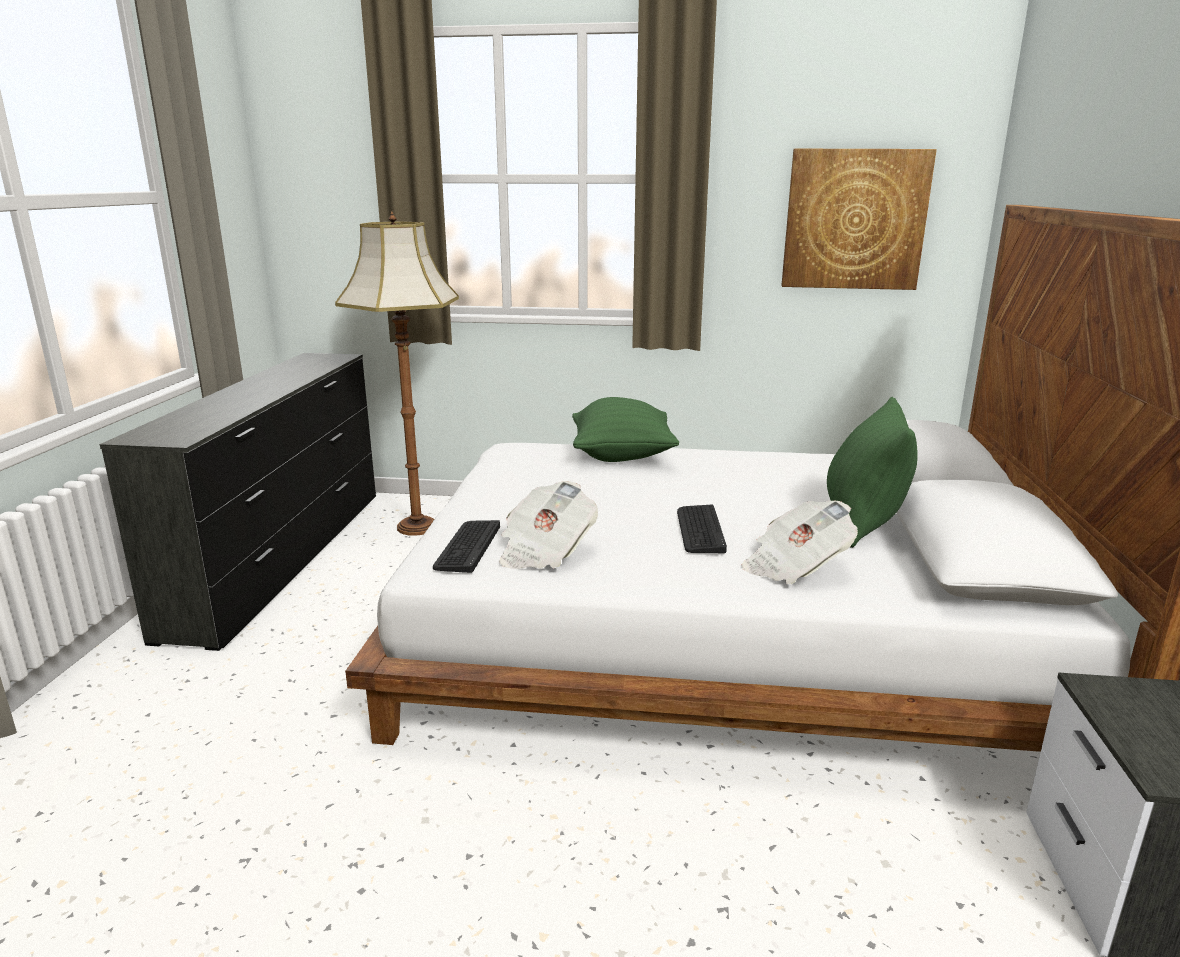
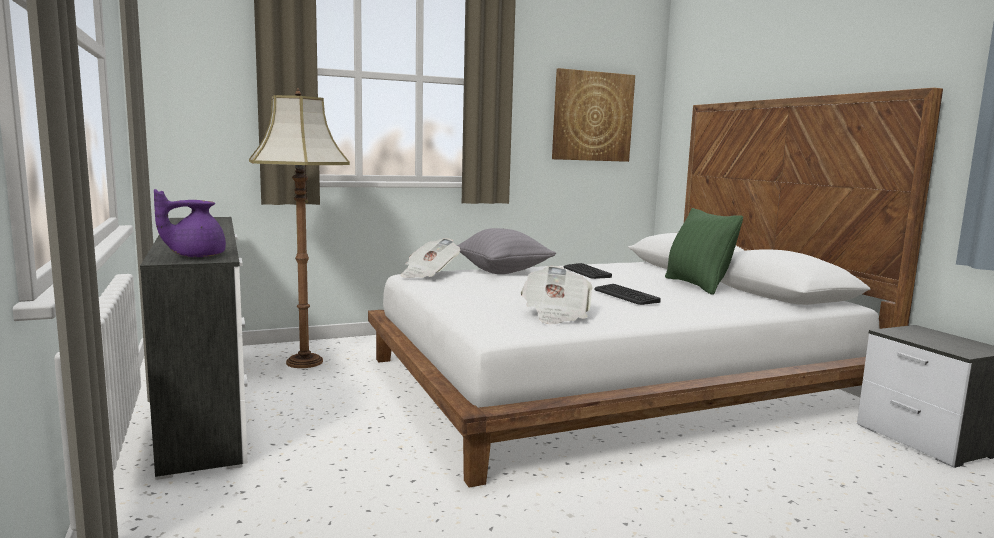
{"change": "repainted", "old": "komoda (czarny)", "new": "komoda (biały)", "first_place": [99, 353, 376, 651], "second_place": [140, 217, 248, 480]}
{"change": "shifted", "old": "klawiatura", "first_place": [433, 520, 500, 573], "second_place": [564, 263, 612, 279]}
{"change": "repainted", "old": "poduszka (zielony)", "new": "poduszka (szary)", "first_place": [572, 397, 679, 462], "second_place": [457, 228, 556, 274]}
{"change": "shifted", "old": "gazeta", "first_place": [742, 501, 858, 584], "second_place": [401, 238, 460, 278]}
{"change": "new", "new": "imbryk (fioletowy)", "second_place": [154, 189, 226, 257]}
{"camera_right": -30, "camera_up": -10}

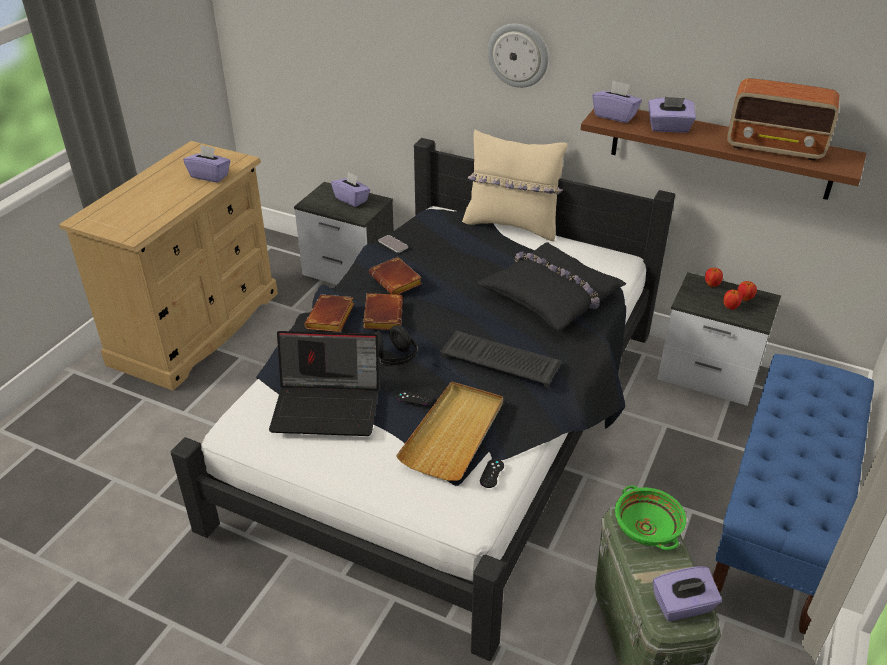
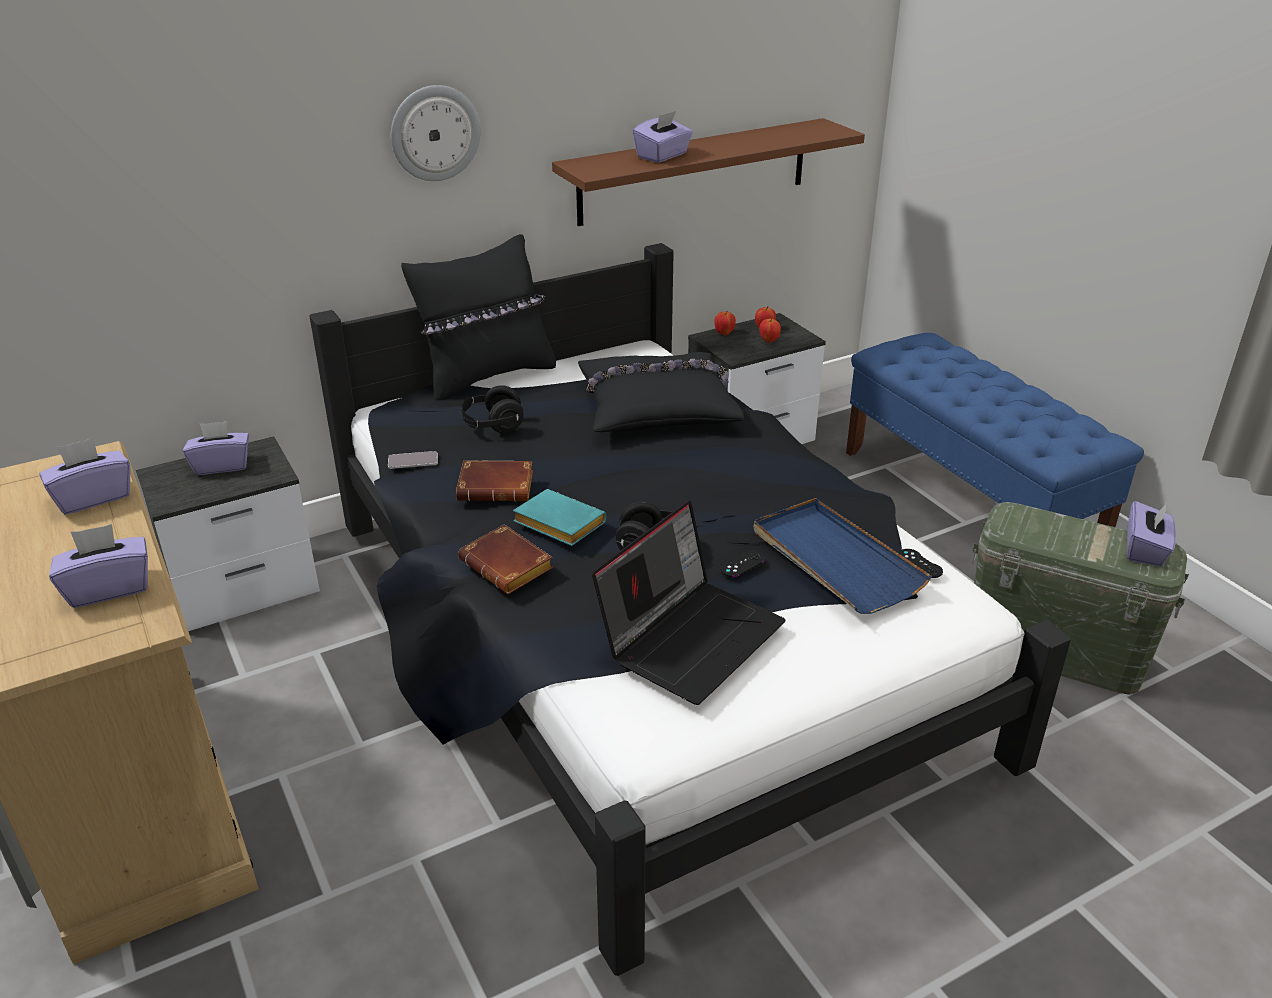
{"change": "repainted", "old": "książka (brązowy)", "new": "książka (turkusowy)", "first_place": [363, 293, 403, 330], "second_place": [513, 489, 606, 546]}
{"change": "repainted", "old": "taca (beżowy)", "new": "taca (niebieski)", "first_place": [396, 381, 503, 481], "second_place": [754, 498, 932, 614]}
{"change": "gone", "old": "klawiatura", "first_place": [440, 331, 562, 388]}
{"change": "repainted", "old": "poduszka (beżowy)", "new": "poduszka (czarny)", "first_place": [462, 129, 568, 241], "second_place": [401, 234, 556, 400]}
{"change": "shifted", "old": "pudełko chusteczek (fioletowy)", "first_place": [592, 81, 642, 123], "second_place": [49, 524, 148, 608]}
{"change": "gone", "old": "miska (zielony)", "first_place": [615, 485, 686, 550]}
{"change": "gone", "old": "radio", "first_place": [727, 78, 839, 161]}
{"change": "new", "new": "słuchawki (czarny)", "second_place": [459, 385, 523, 433]}
{"camera_right": -55, "camera_up": -5}

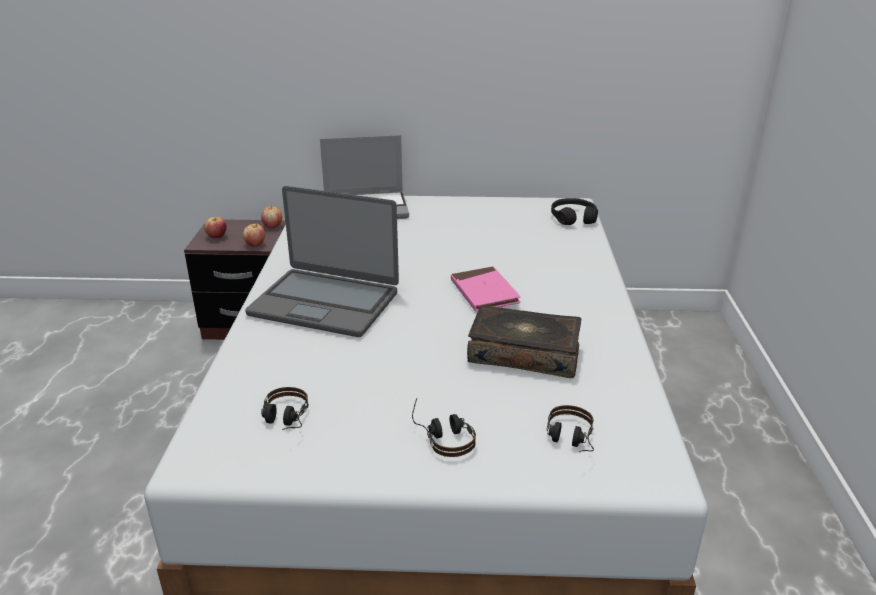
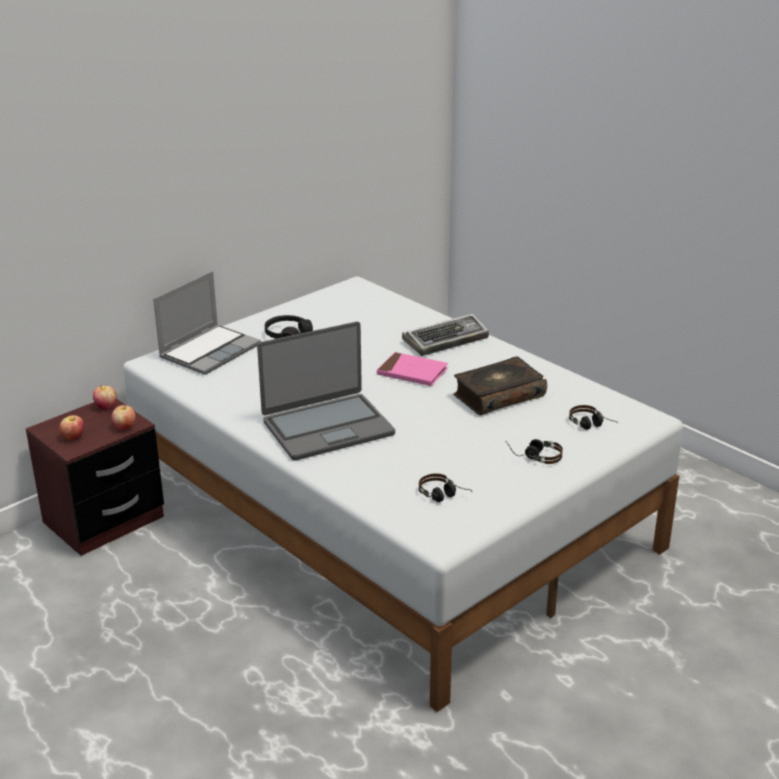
{"change": "shifted", "old": "słuchawki (czarny)", "first_place": [551, 198, 598, 225], "second_place": [265, 315, 313, 339]}
{"change": "new", "new": "klawiatura", "second_place": [402, 314, 489, 356]}
{"camera_right": -45, "camera_up": 0}

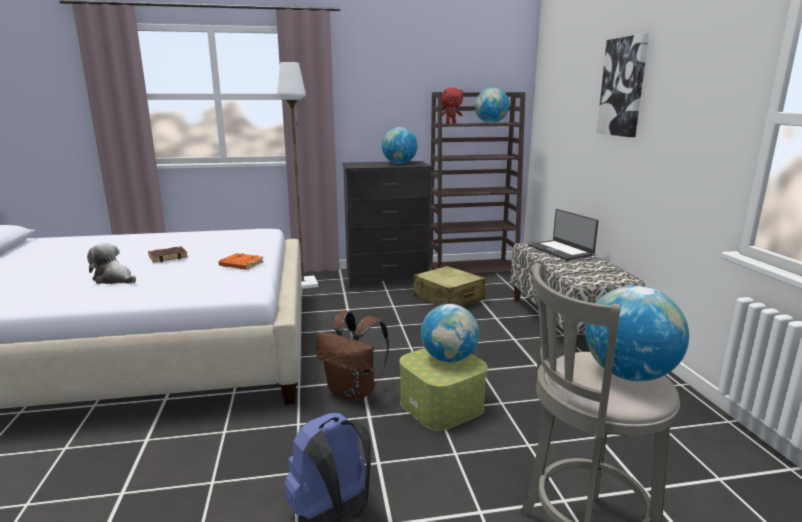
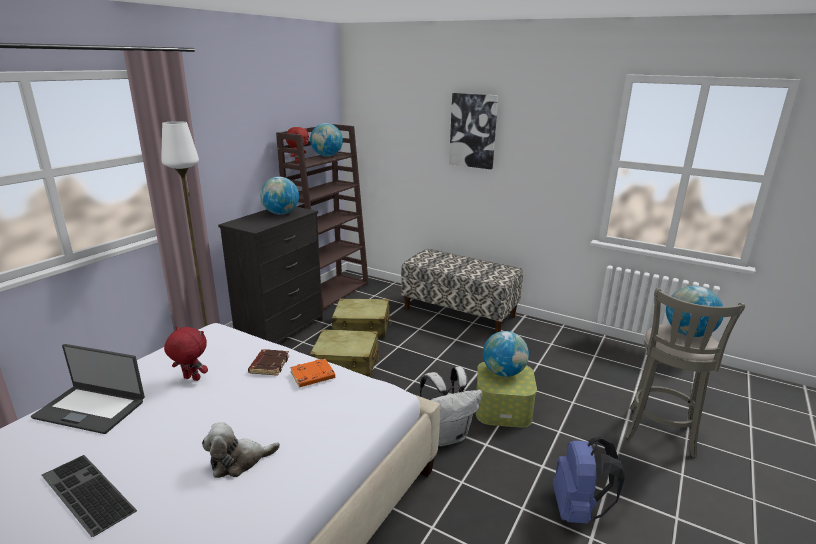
{"change": "shifted", "old": "książka (brązowy)", "first_place": [148, 247, 188, 263], "second_place": [248, 349, 289, 376]}
{"change": "repainted", "old": "plecak (brązowy)", "new": "plecak (biały)", "first_place": [316, 311, 389, 402], "second_place": [420, 367, 482, 446]}
{"change": "shifted", "old": "laptop", "first_place": [528, 209, 599, 260], "second_place": [31, 344, 145, 434]}
{"change": "new", "new": "klawiatura", "second_place": [42, 455, 137, 537]}
{"change": "new", "new": "pluszak (czerwony)", "second_place": [164, 326, 208, 381]}
{"change": "new", "new": "walizka (beżowy)", "second_place": [309, 329, 379, 377]}
{"camera_right": -50, "camera_up": 5}

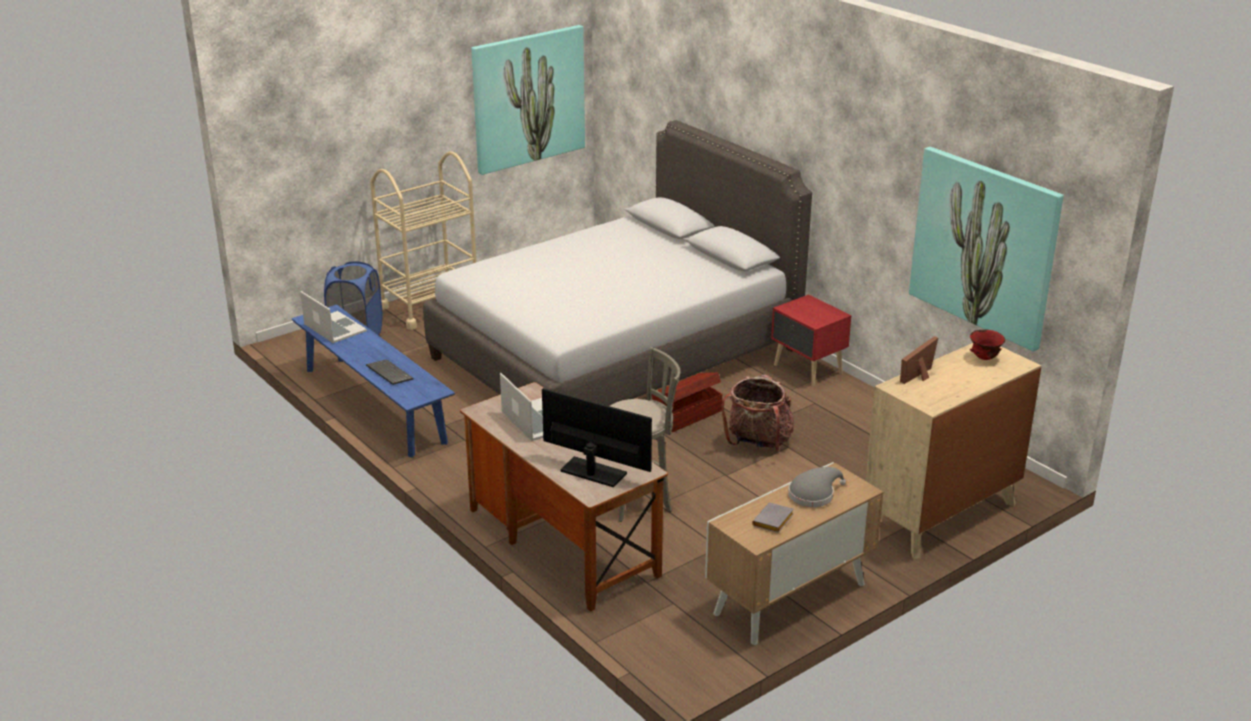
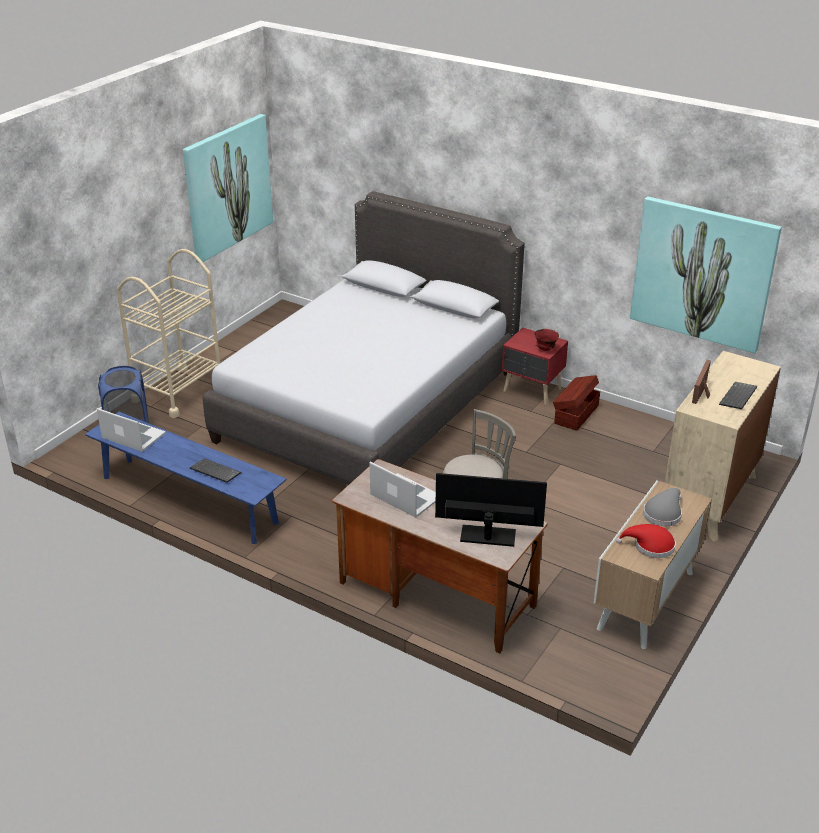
{"change": "shifted", "old": "pojemnik do przechowywania (brązowy)", "first_place": [652, 373, 722, 432], "second_place": [553, 375, 600, 431]}
{"change": "gone", "old": "plecak", "first_place": [721, 374, 794, 453]}
{"change": "swapped", "old": "książka (szary)", "new": "kapelusz (czerwony)", "first_place": [752, 502, 794, 533], "second_place": [616, 524, 676, 558]}
{"change": "shifted", "old": "miska (czerwony)", "first_place": [970, 330, 1005, 360], "second_place": [534, 329, 559, 351]}
{"change": "new", "new": "klawiatura", "second_place": [719, 382, 757, 409]}
{"camera_right": -20, "camera_up": 5}

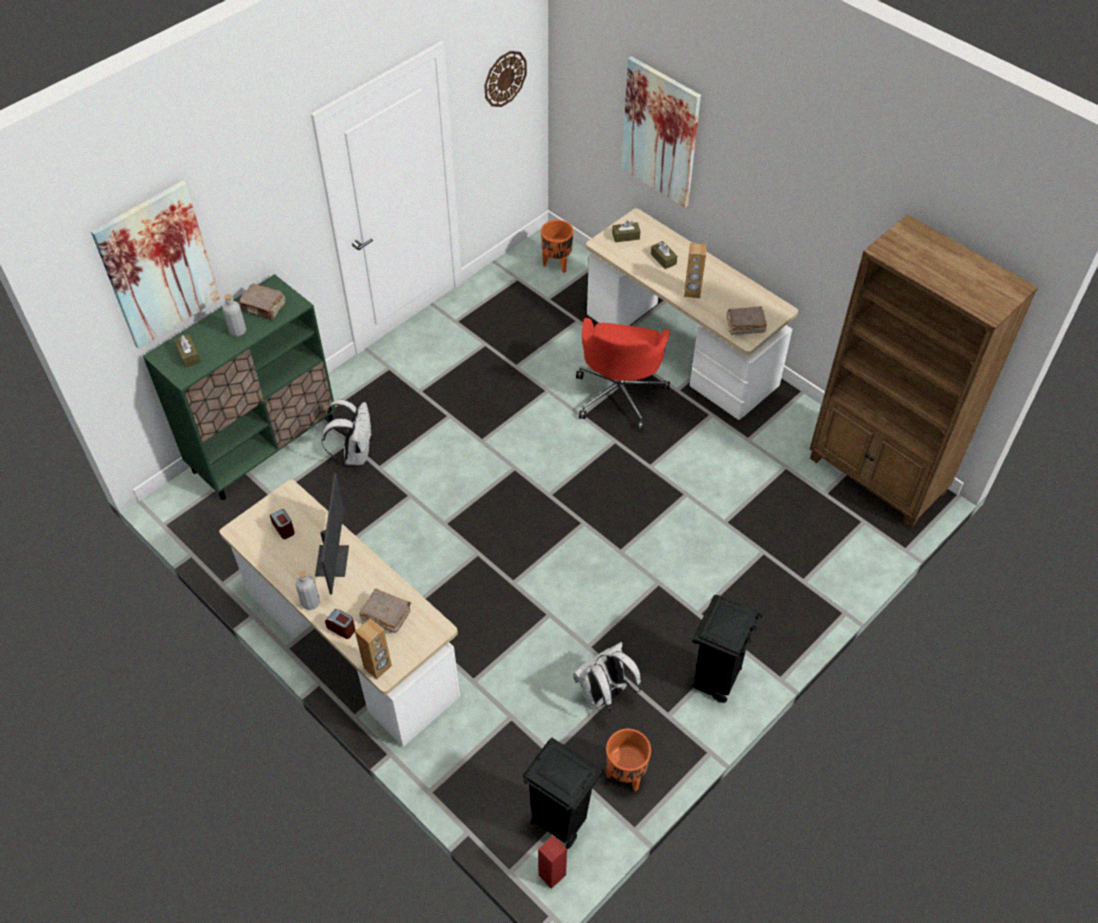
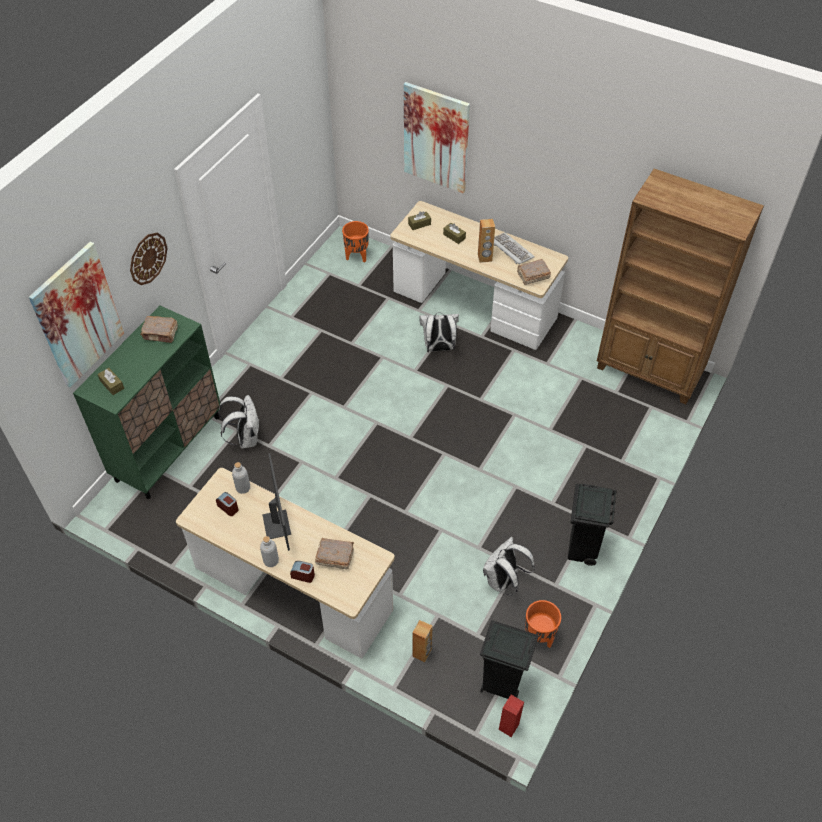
{"change": "shifted", "old": "butelka (szary)", "first_place": [222, 294, 246, 337], "second_place": [232, 462, 250, 494]}
{"change": "shifted", "old": "głośnik (brązowy)", "first_place": [355, 618, 392, 679], "second_place": [412, 620, 433, 662]}
{"change": "shifted", "old": "zegar ścienny", "first_place": [485, 51, 527, 107], "second_place": [130, 233, 168, 285]}
{"change": "swapped", "old": "krzesło biurowe (czerwony)", "new": "plecak (biały)", "first_place": [576, 318, 670, 430], "second_place": [419, 312, 459, 352]}
{"change": "new", "new": "klawiatura", "second_place": [494, 232, 534, 264]}
{"camera_right": -15, "camera_up": 0}

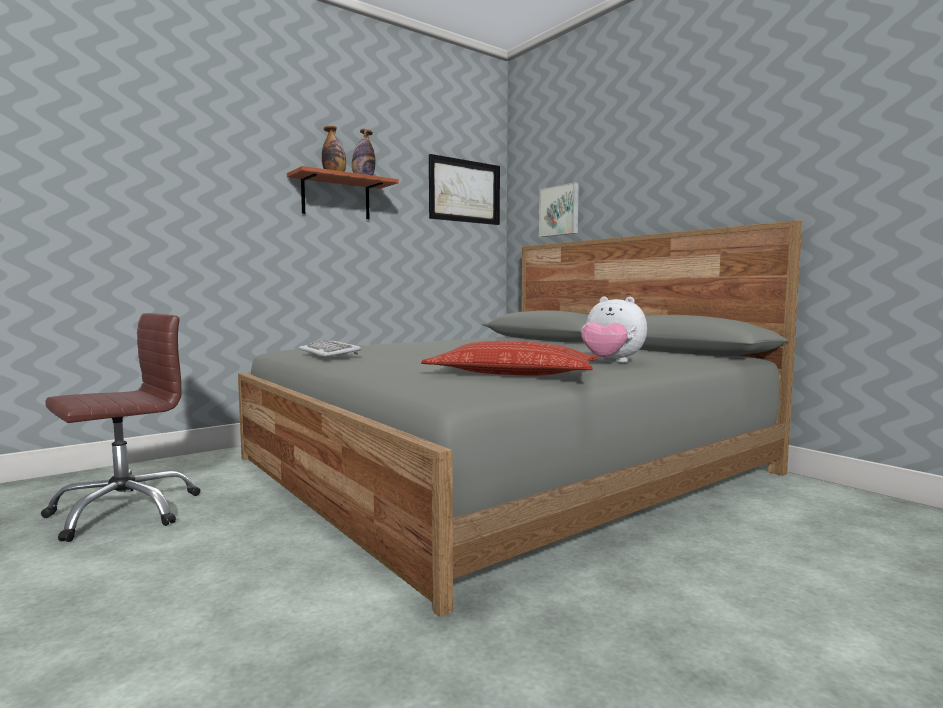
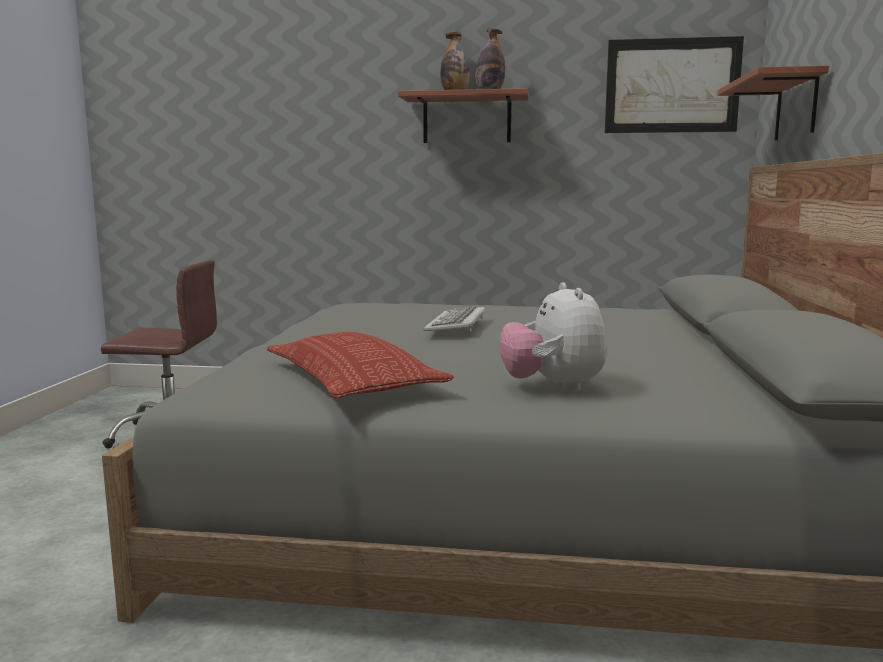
{"change": "shifted", "old": "klawiatura", "first_place": [298, 340, 361, 357], "second_place": [423, 306, 486, 332]}
{"change": "swapped", "old": "obraz", "new": "półka", "first_place": [539, 182, 579, 237], "second_place": [717, 65, 829, 140]}
{"camera_right": 45, "camera_up": 5}

